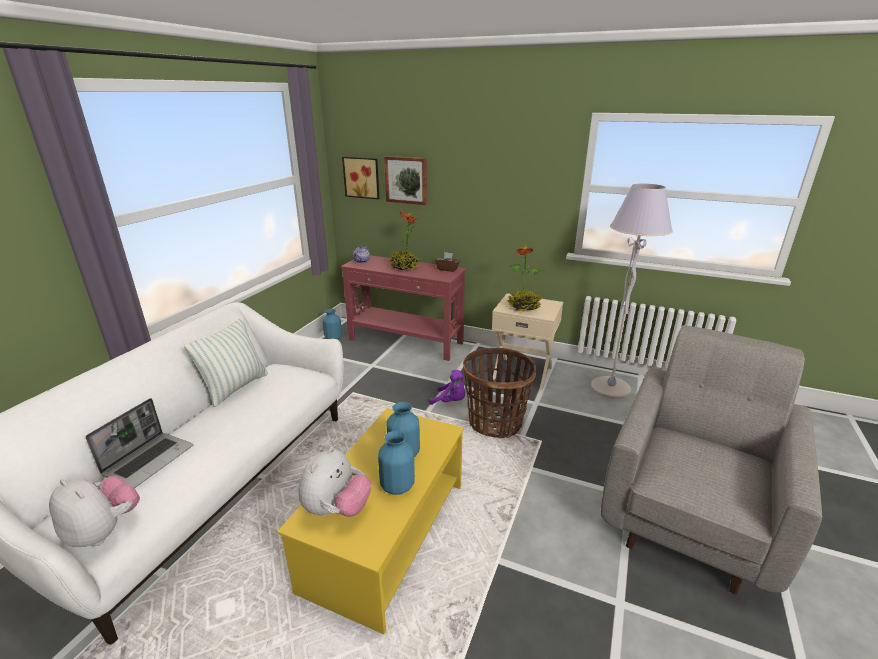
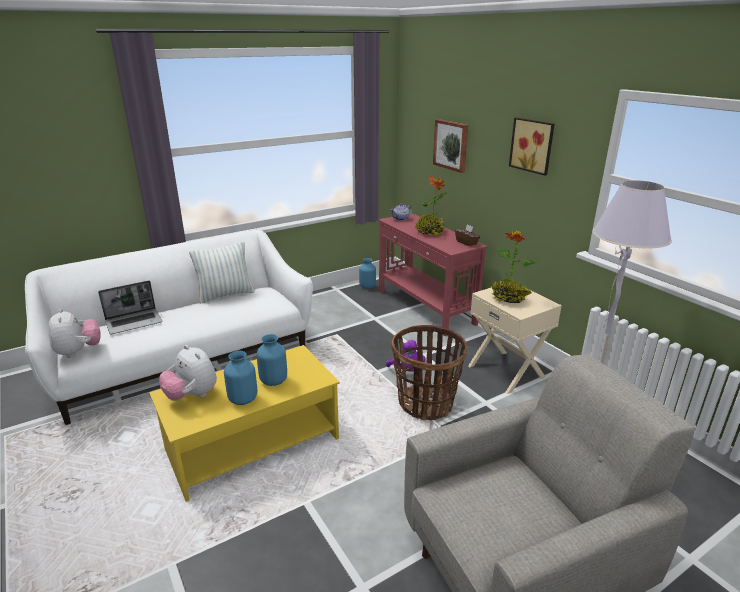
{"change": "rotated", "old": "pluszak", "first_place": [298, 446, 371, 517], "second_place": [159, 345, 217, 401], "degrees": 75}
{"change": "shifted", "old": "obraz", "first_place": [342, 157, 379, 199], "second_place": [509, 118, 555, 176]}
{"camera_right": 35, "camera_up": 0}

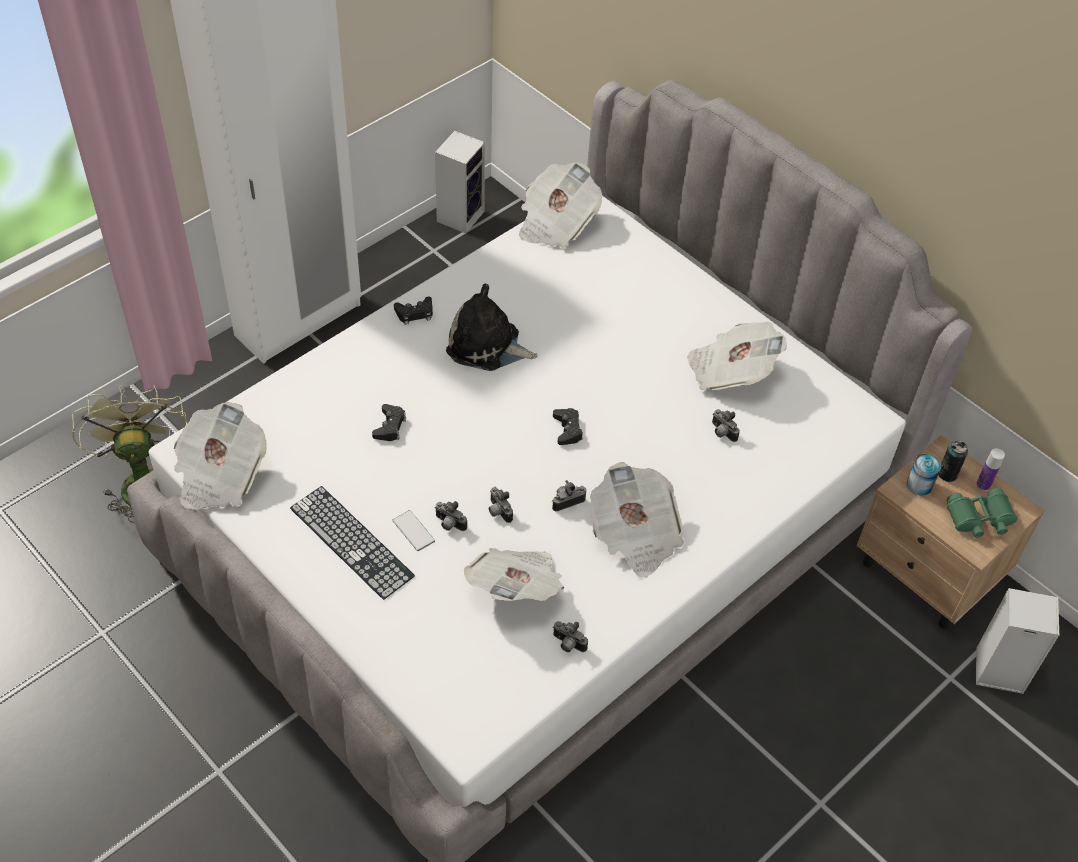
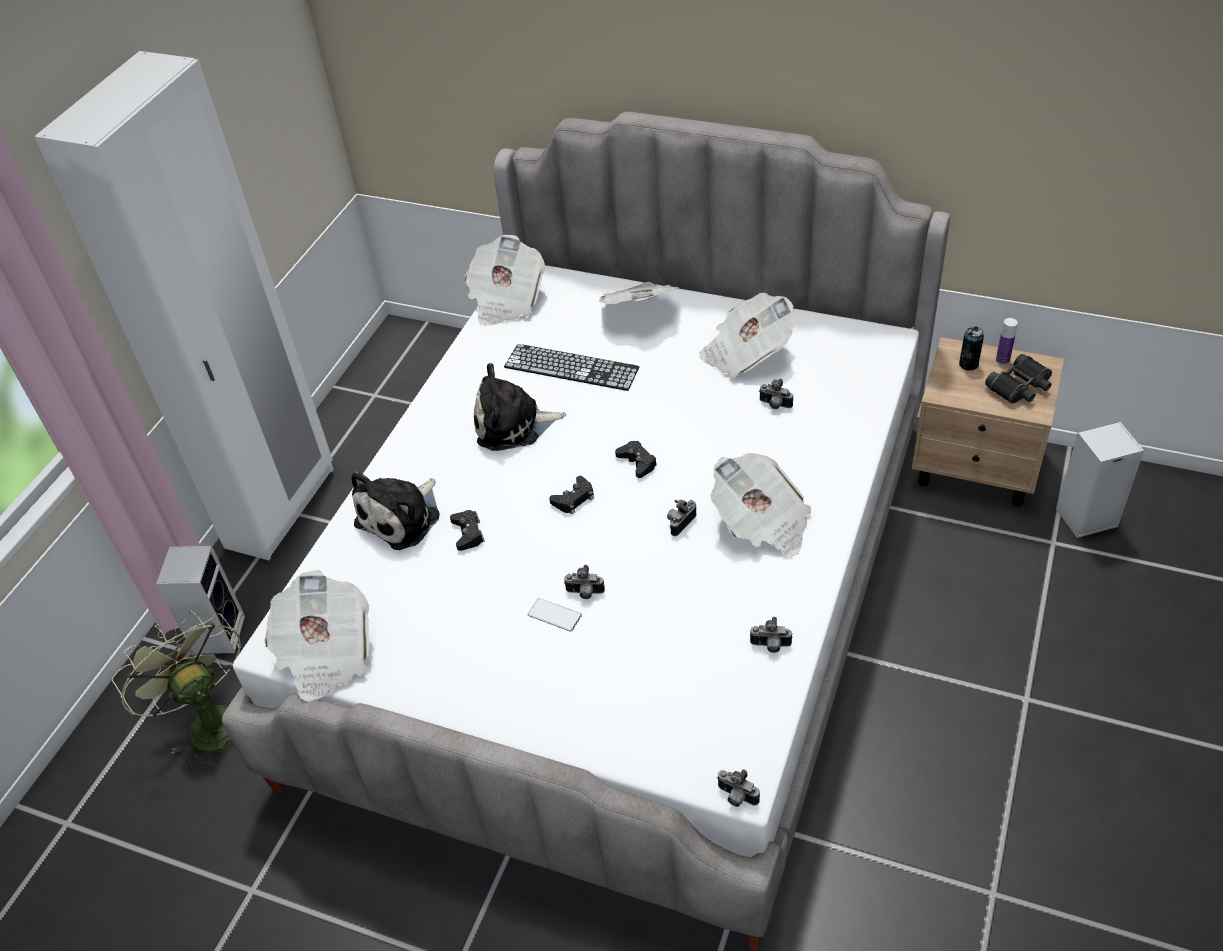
{"change": "shifted", "old": "klawiatura", "first_place": [290, 486, 415, 600], "second_place": [504, 344, 640, 391]}
{"change": "shifted", "old": "pad do gier (czarny)", "first_place": [394, 297, 433, 325], "second_place": [549, 476, 594, 514]}
{"change": "shifted", "old": "głośnik", "first_place": [435, 131, 485, 233], "second_place": [156, 546, 245, 654]}
{"change": "shifted", "old": "gazeta", "first_place": [464, 548, 564, 601], "second_place": [599, 282, 679, 304]}
{"change": "shifted", "old": "aparat fotograficzny", "first_place": [489, 487, 513, 523], "second_place": [717, 769, 760, 807]}
{"change": "gone", "old": "puszka", "first_place": [907, 454, 941, 496]}
{"change": "repainted", "old": "lornetka (zielony)", "new": "lornetka (czarny)", "first_place": [946, 488, 1018, 538], "second_place": [985, 354, 1052, 403]}
{"change": "new", "new": "pluszak", "second_place": [352, 471, 440, 550]}
{"camera_right": -20, "camera_up": -5}

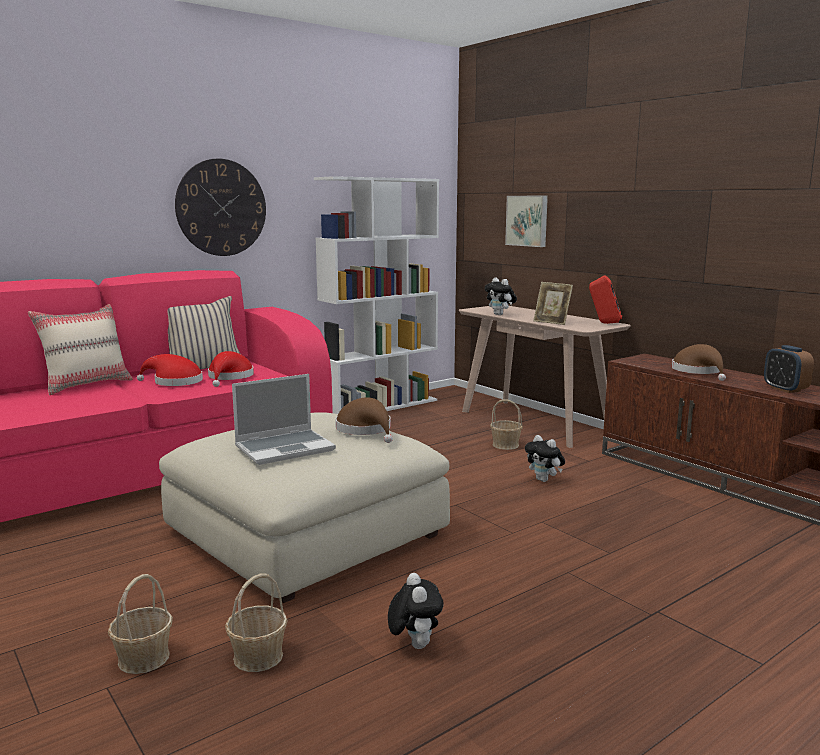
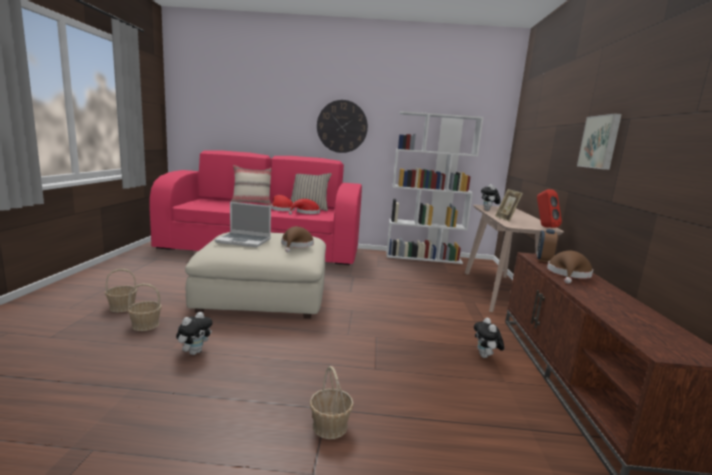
{"change": "shifted", "old": "koszyk", "first_place": [490, 399, 523, 450], "second_place": [310, 366, 354, 439]}
{"change": "shifted", "old": "obraz", "first_place": [505, 195, 548, 247], "second_place": [577, 114, 622, 170]}
{"change": "shifted", "old": "pluszak", "first_place": [525, 435, 565, 482], "second_place": [474, 318, 504, 358]}
{"change": "shifted", "old": "budzik", "first_place": [764, 345, 814, 393], "second_place": [537, 229, 558, 262]}
{"camera_right": 40, "camera_up": 0}

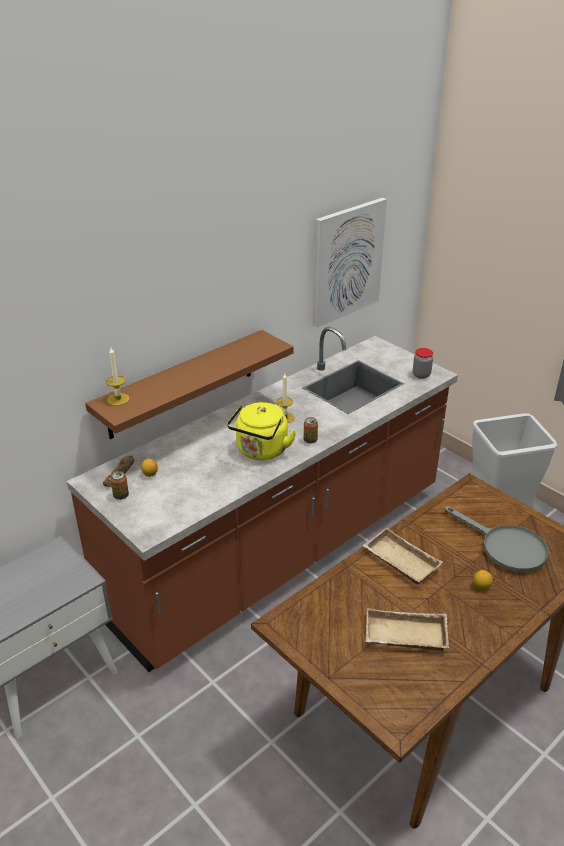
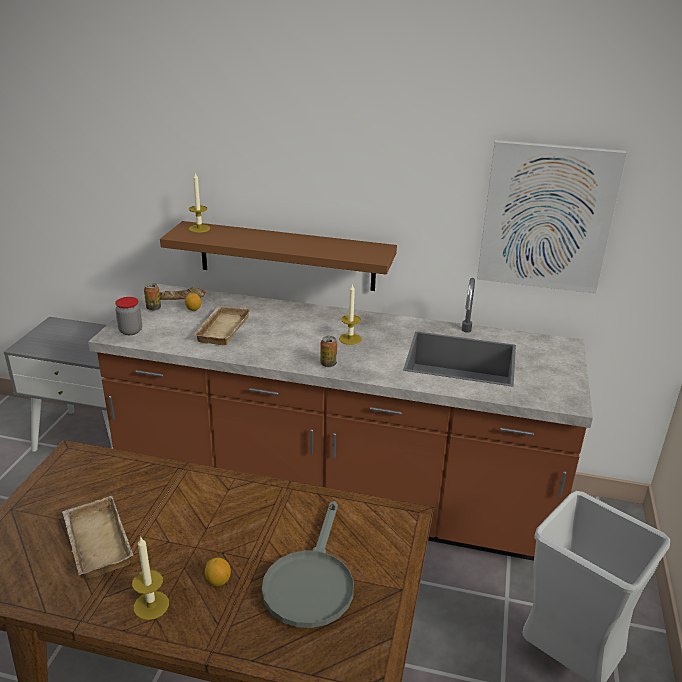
{"change": "gone", "old": "czajnik (żółty)", "first_place": [227, 402, 297, 460]}
{"change": "shifted", "old": "taca (beżowy)", "first_place": [363, 527, 443, 585], "second_place": [193, 306, 251, 345]}
{"change": "shifted", "old": "słoik", "first_place": [413, 348, 433, 379], "second_place": [115, 297, 142, 335]}
{"change": "new", "new": "świeca", "second_place": [132, 537, 169, 620]}
{"camera_right": 55, "camera_up": -5}

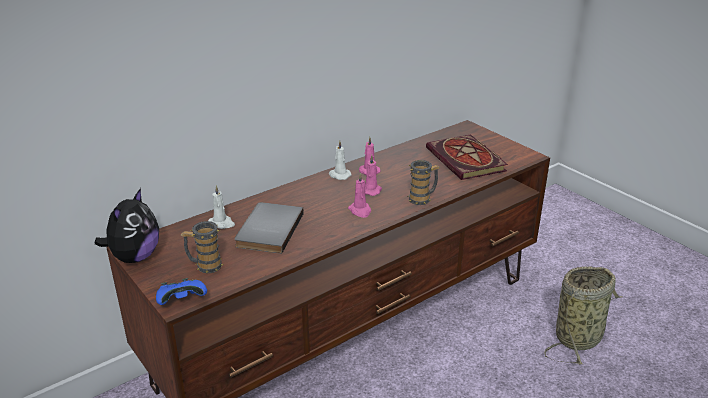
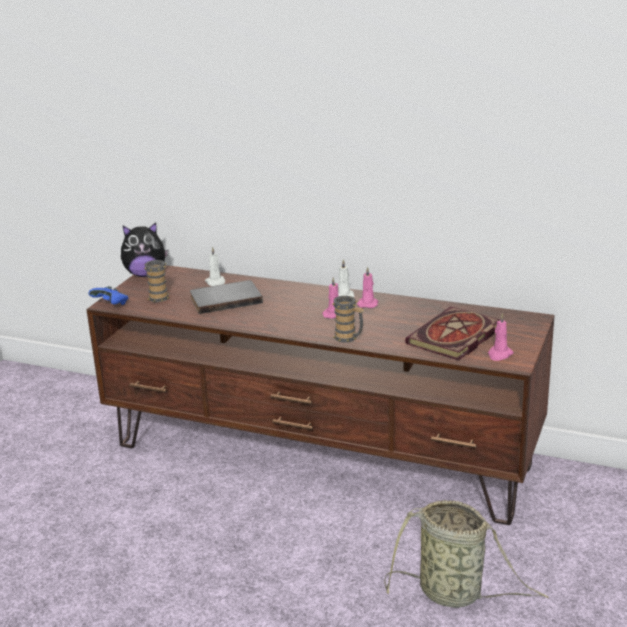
{"change": "shifted", "old": "świeca (różowy)", "first_place": [348, 173, 371, 218], "second_place": [488, 313, 513, 361]}
{"camera_right": 60, "camera_up": -5}

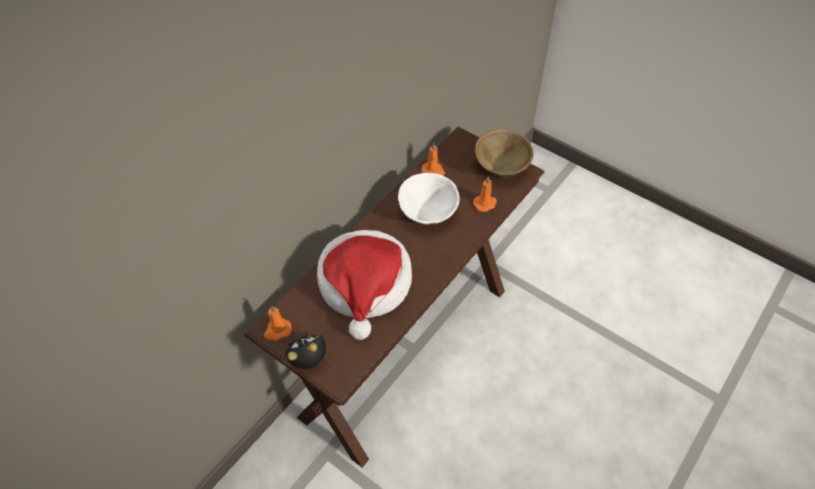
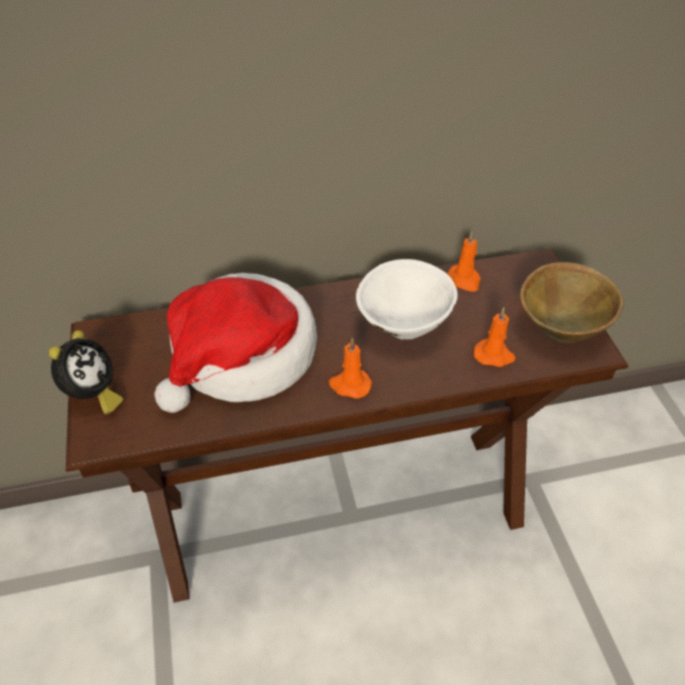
{"change": "shifted", "old": "świeca (pomarańczowy)", "first_place": [264, 305, 292, 341], "second_place": [329, 338, 372, 399]}
{"change": "rotated", "old": "budzik", "first_place": [285, 335, 326, 369], "second_place": [48, 330, 123, 414], "degrees": 90}
{"camera_right": 40, "camera_up": -5}

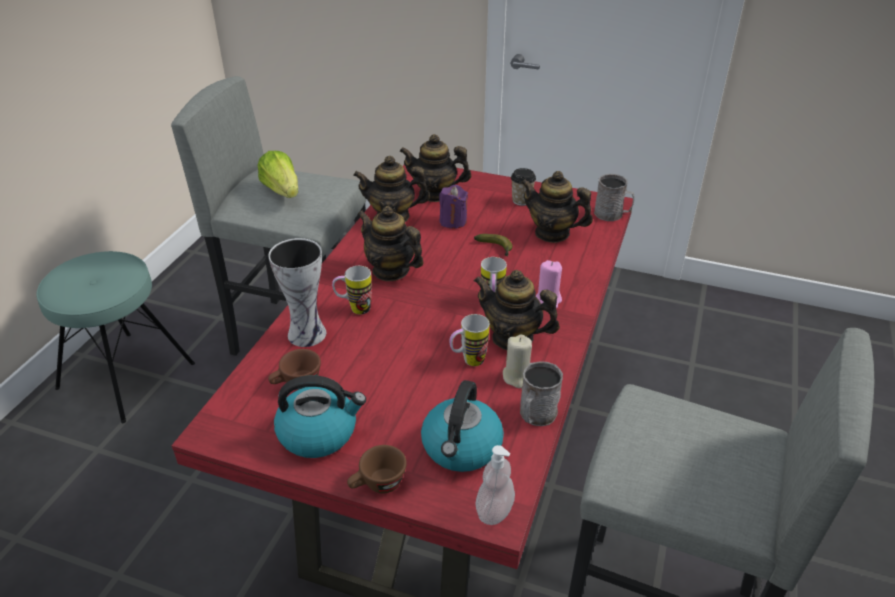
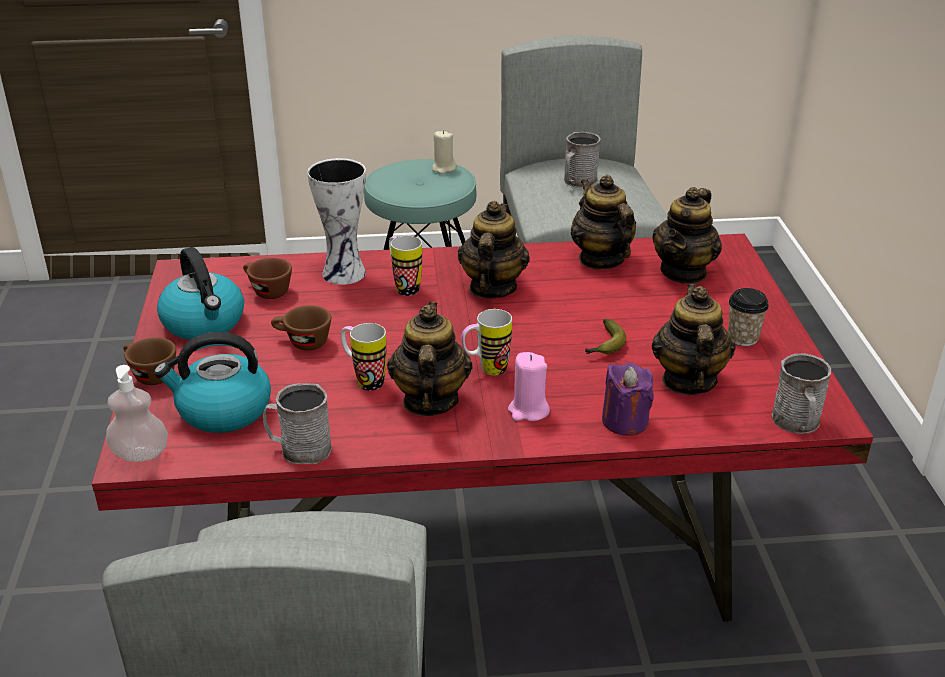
{"change": "swapped", "old": "sałata", "new": "kubek (szary)", "first_place": [258, 151, 298, 198], "second_place": [564, 132, 601, 188]}
{"change": "rotated", "old": "imbryk", "first_place": [400, 134, 471, 202], "second_place": [652, 187, 722, 284], "degrees": -135}
{"change": "shifted", "old": "świeca (fioletowy)", "first_place": [439, 185, 468, 229], "second_place": [602, 363, 654, 436]}
{"change": "shifted", "old": "świeca (beżowy)", "first_place": [503, 334, 532, 388], "second_place": [432, 130, 457, 174]}
{"change": "new", "new": "filiżanka (brązowy)", "second_place": [271, 305, 331, 350]}
{"camera_right": 65, "camera_up": -5}

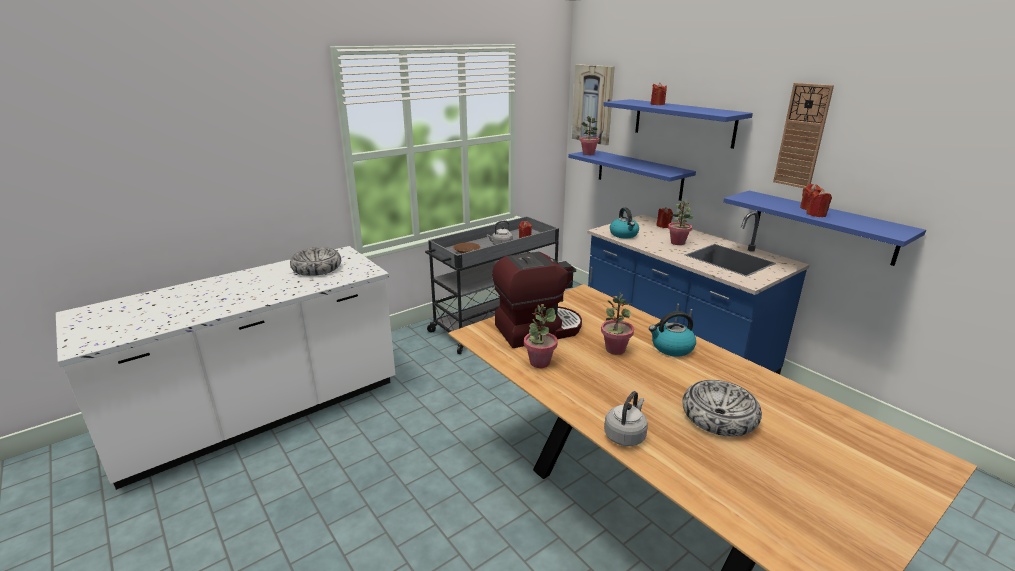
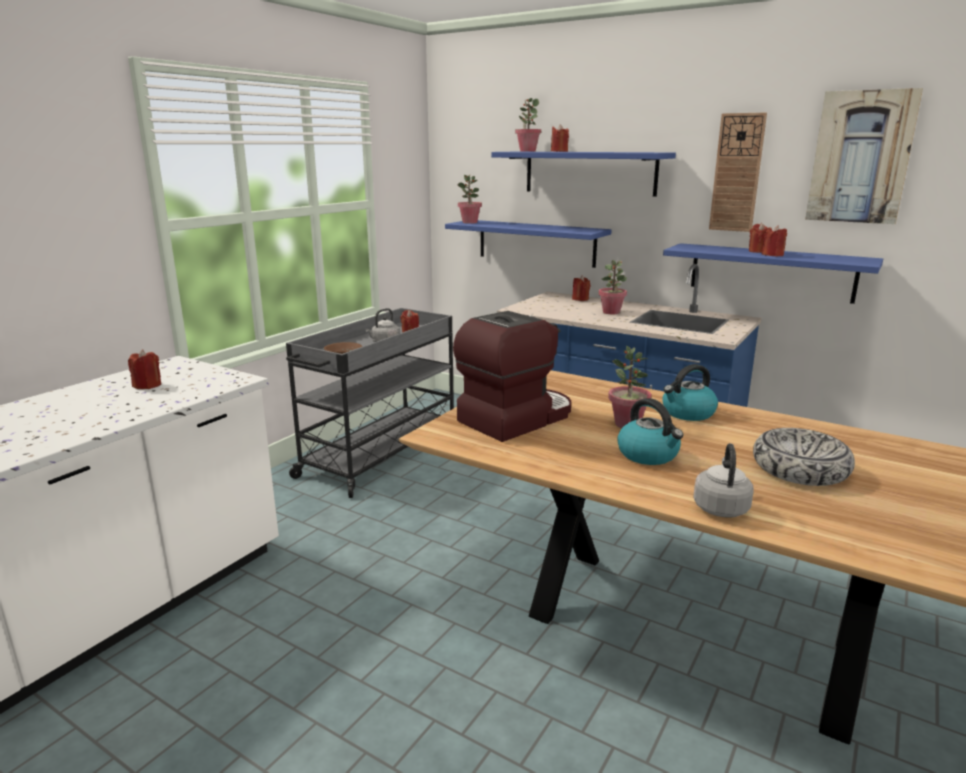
{"change": "swapped", "old": "miska", "new": "świeca (czerwony)", "first_place": [290, 247, 341, 276], "second_place": [128, 349, 161, 389]}
{"change": "shifted", "old": "roślina doniczkowa", "first_place": [524, 304, 558, 368], "second_place": [515, 98, 541, 152]}
{"change": "shifted", "old": "obraz", "first_place": [572, 64, 615, 145], "second_place": [805, 88, 923, 224]}
{"change": "shifted", "old": "czajnik", "first_place": [610, 207, 639, 238], "second_place": [617, 398, 683, 465]}
{"camera_right": -20, "camera_up": -5}

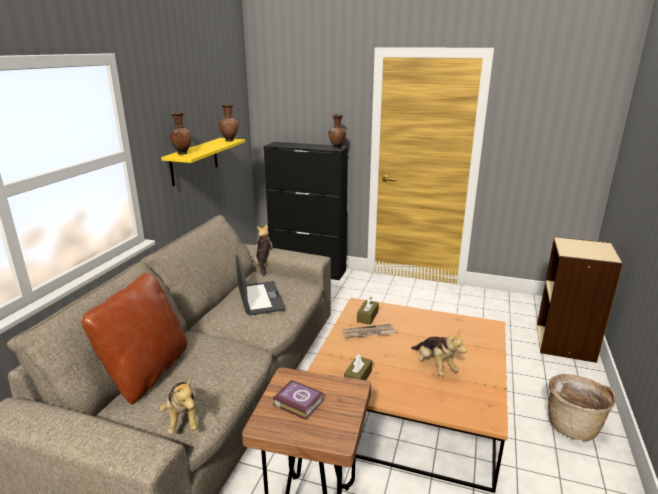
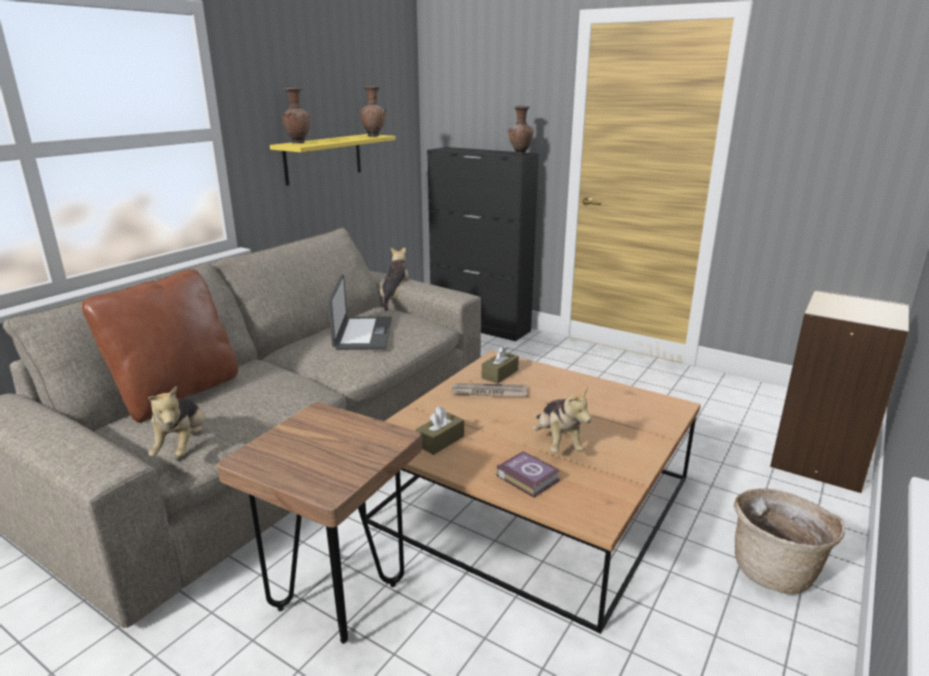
{"change": "shifted", "old": "książka", "first_place": [273, 380, 324, 420], "second_place": [496, 451, 560, 498]}
{"camera_right": 15, "camera_up": 0}

